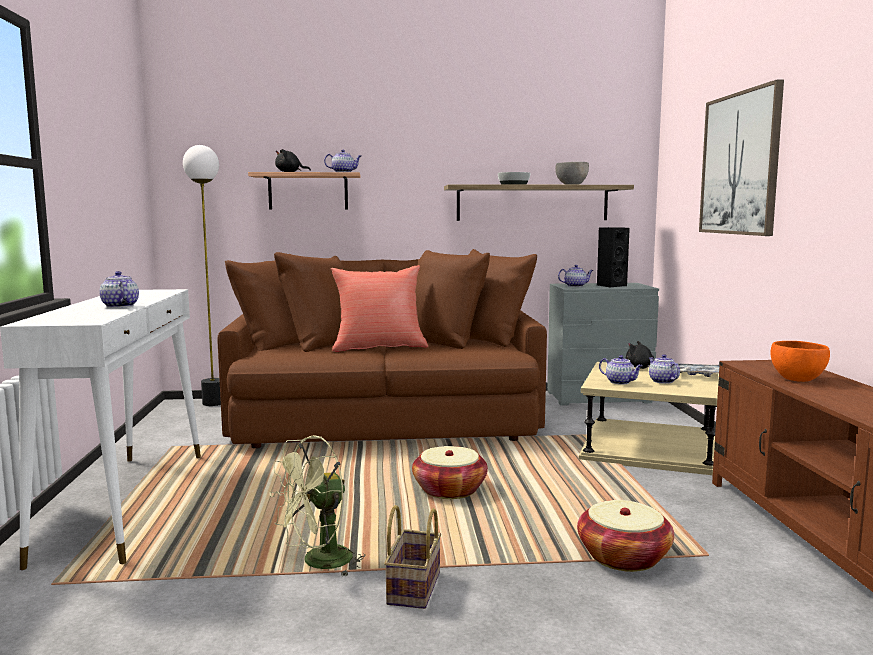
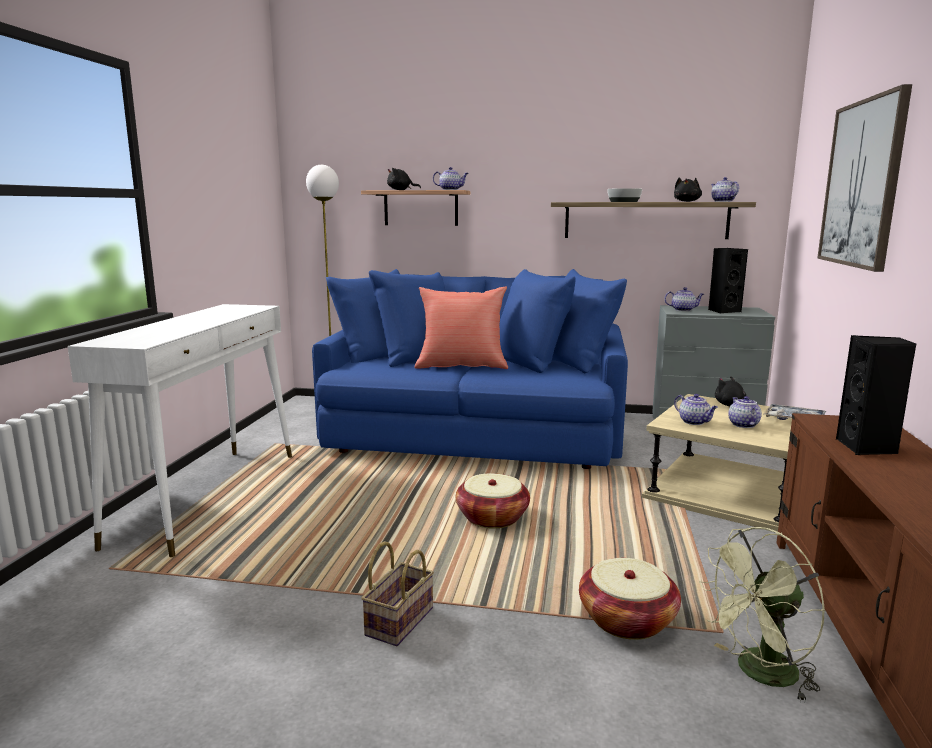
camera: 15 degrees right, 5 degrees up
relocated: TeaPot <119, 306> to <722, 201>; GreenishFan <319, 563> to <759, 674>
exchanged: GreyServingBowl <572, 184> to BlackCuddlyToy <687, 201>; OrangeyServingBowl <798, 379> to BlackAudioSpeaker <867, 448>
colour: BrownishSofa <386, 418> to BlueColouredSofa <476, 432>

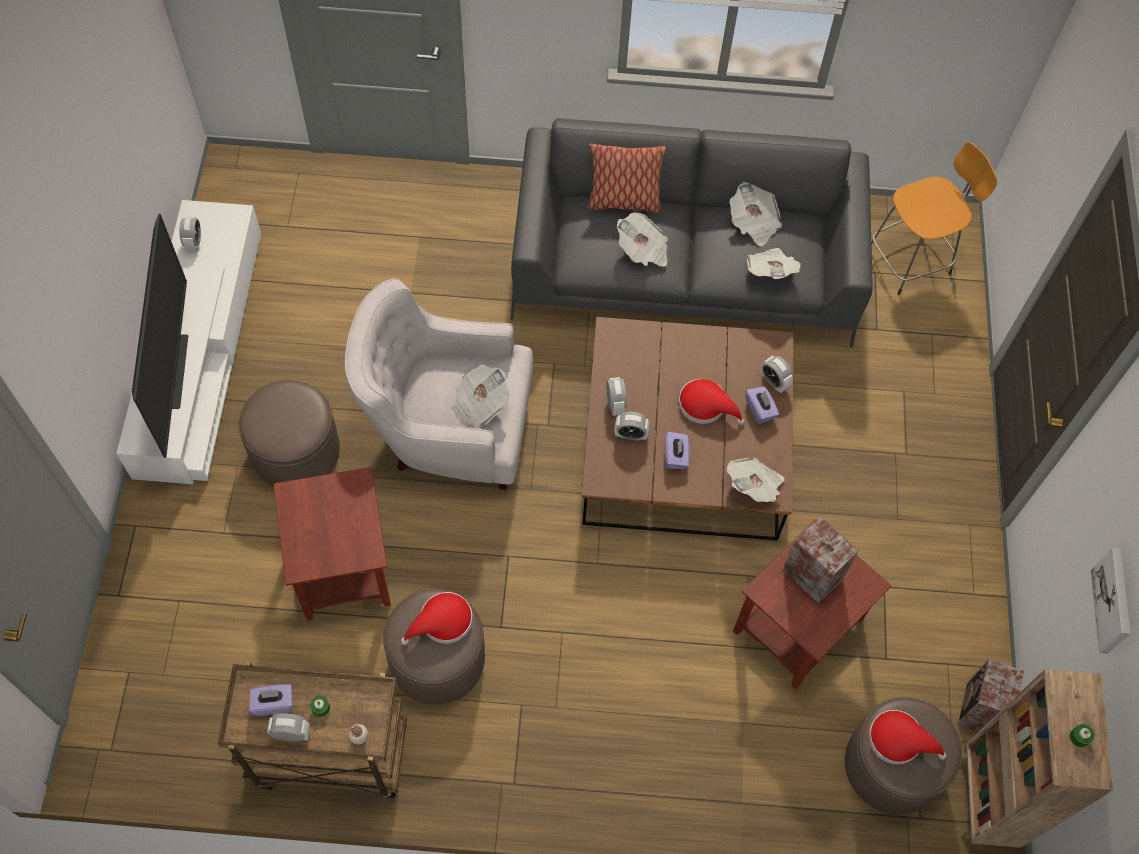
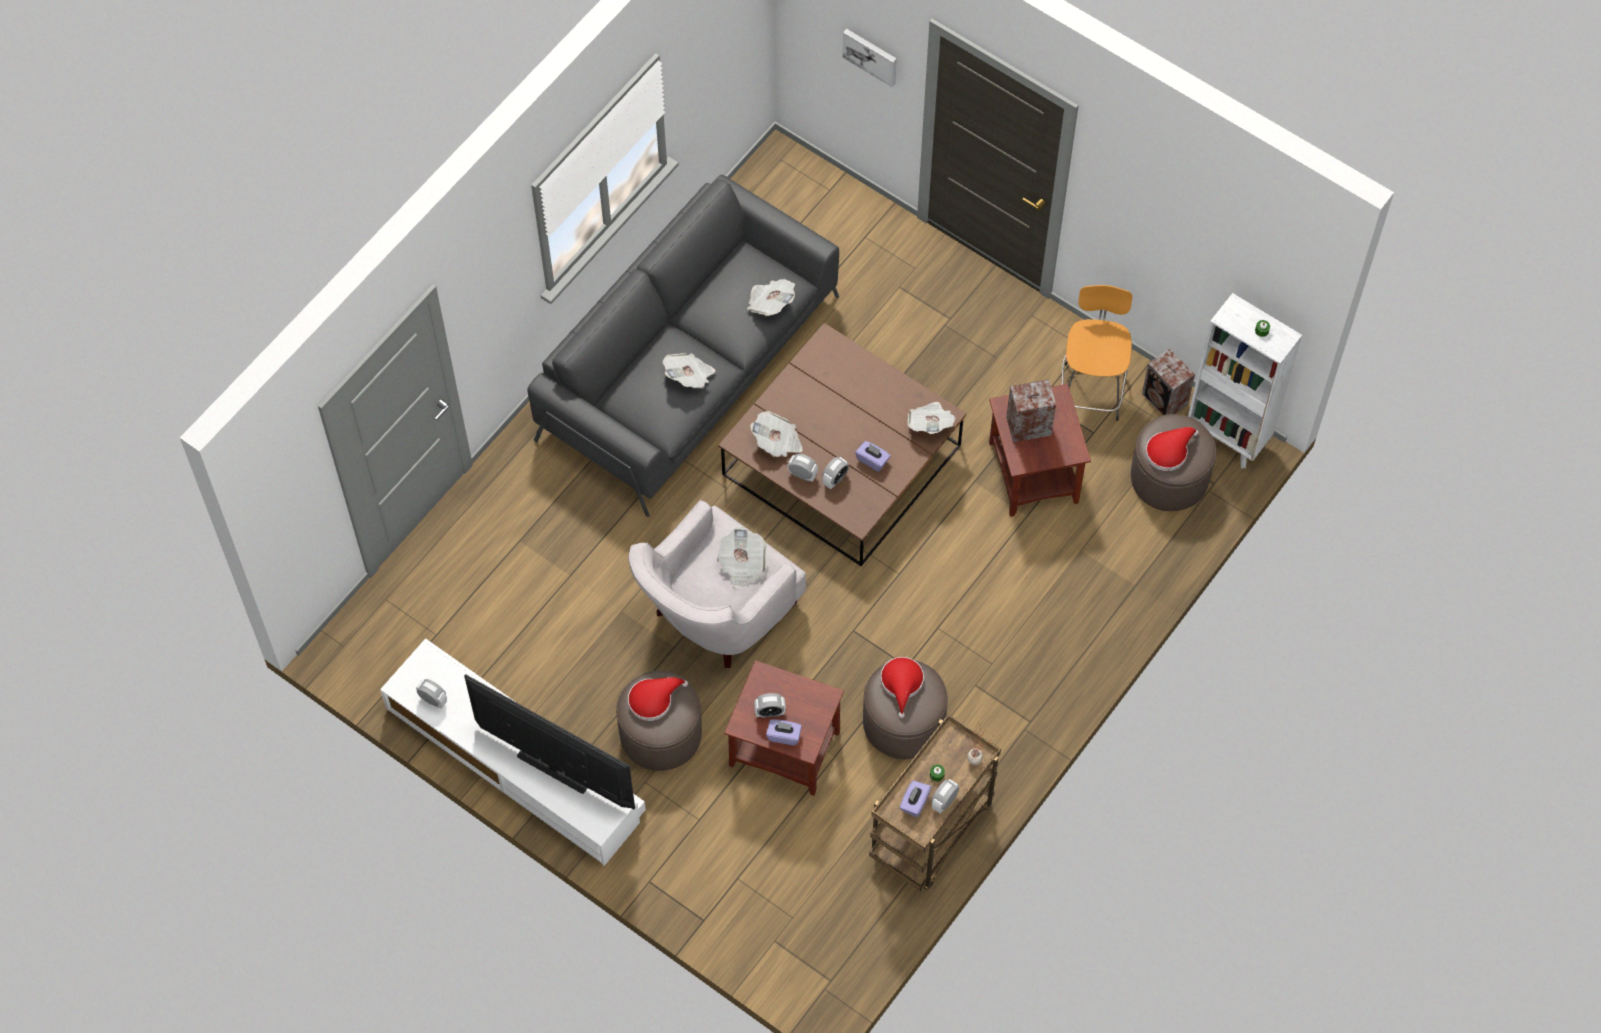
camera: 55 degrees left, 0 degrees up
missing: Cushion <623, 202>
relocated: RedHat <706, 406> to <653, 699>; Newspaper <753, 223> to <777, 442>; PurpleColouredBoxOfTissues <760, 410> to <784, 736>; TableClock <774, 382> to <770, 712>; OrangeySittingStool <911, 260> to <1091, 389>; WallPicture <1114, 601> to <871, 56>
colour: BrownishBookshelf <984, 801> to WhitishBookshelf <1227, 438>

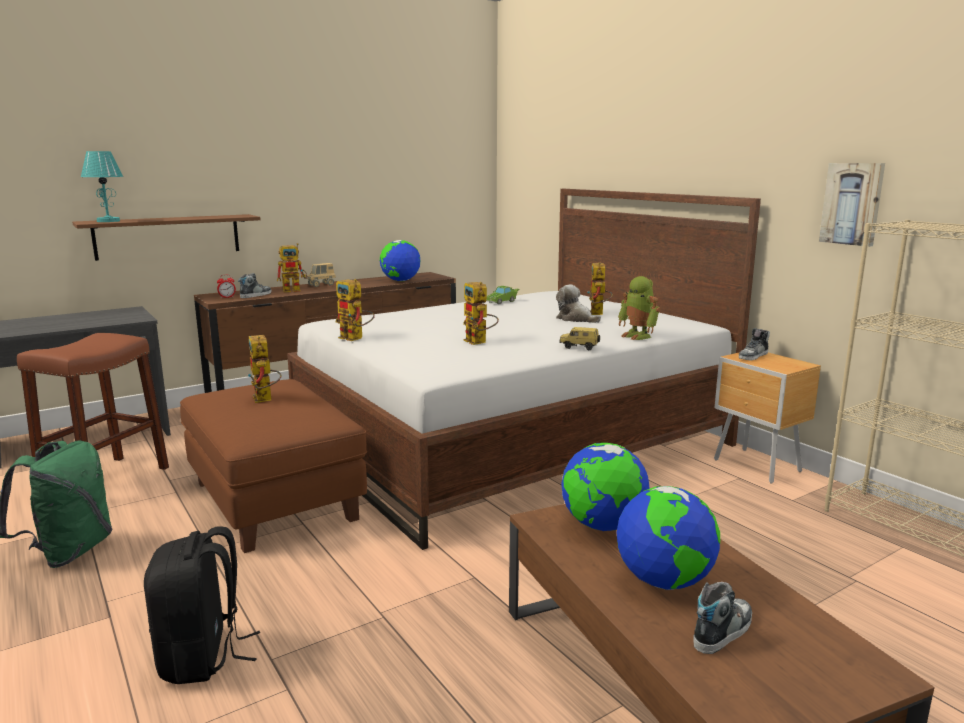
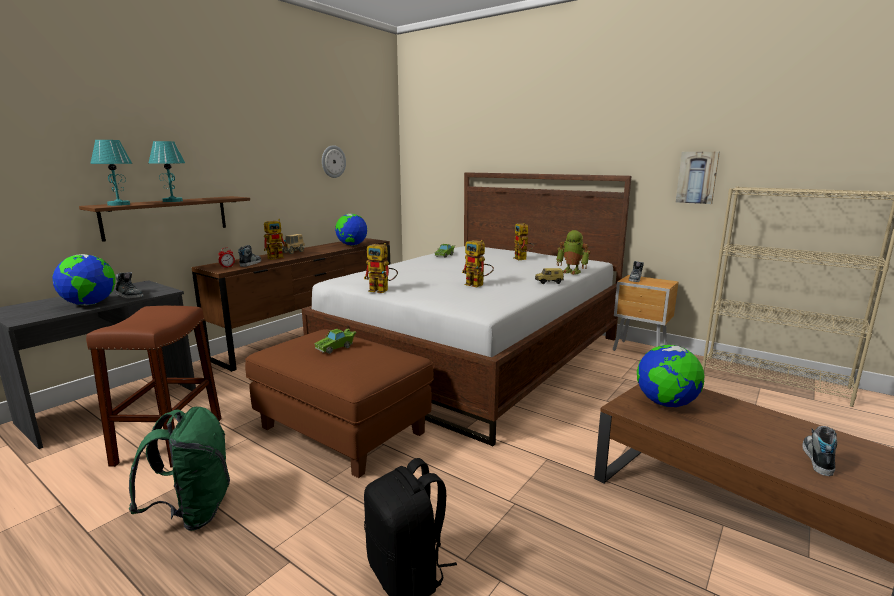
camera: 20 degrees left, 0 degrees up
missing: CuddlyToy <575, 319>
appeared: ItemOfFootwear <129, 295>; TurquoiseColouredTabletopLamp <173, 201>; WallClock <333, 161>
relocated: Globe <664, 581> to <90, 304>
exchanged: ModelRobot <265, 400> to GreenishToyCar <336, 347>

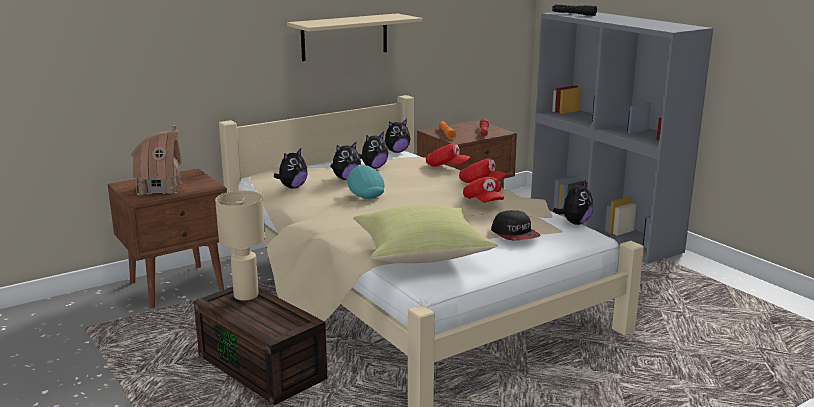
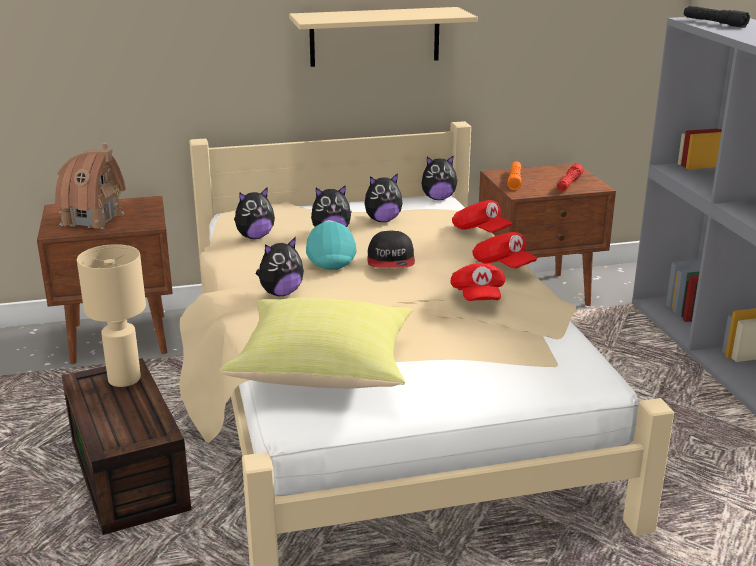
camera: 20 degrees right, 5 degrees up
relocated: Cap <515, 234> to <391, 260>; CuddlyToy <574, 223> to <280, 293>

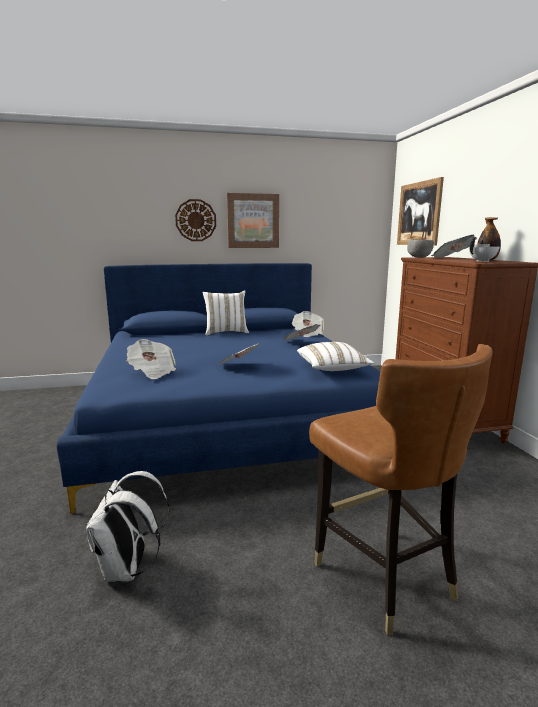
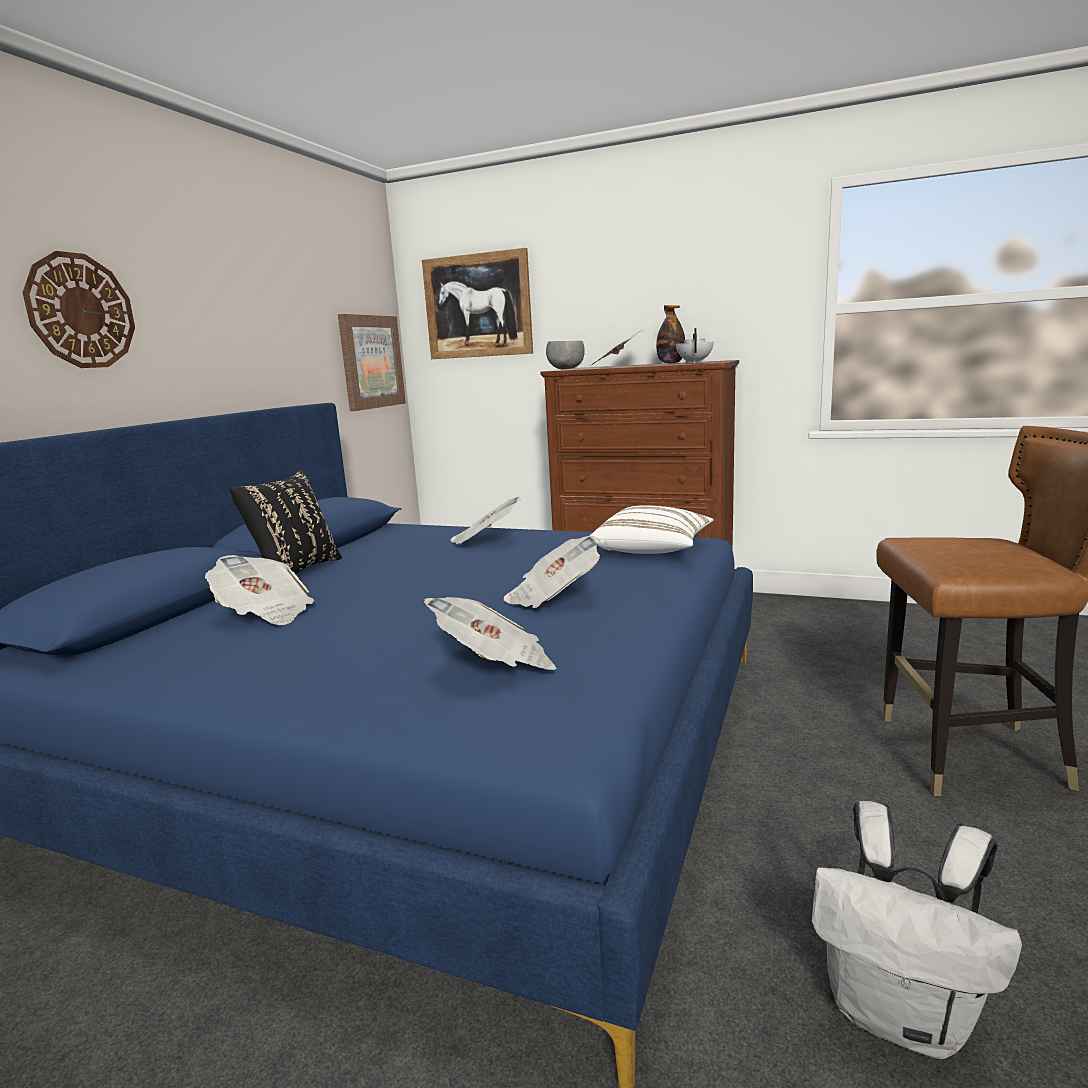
camera: 55 degrees left, 0 degrees up
relocated: WallPicture <253, 221> to <371, 362>; Newspaper <307, 333> to <265, 613>
colour: WhitishCushion <226, 332> to BlackCushion <295, 572>

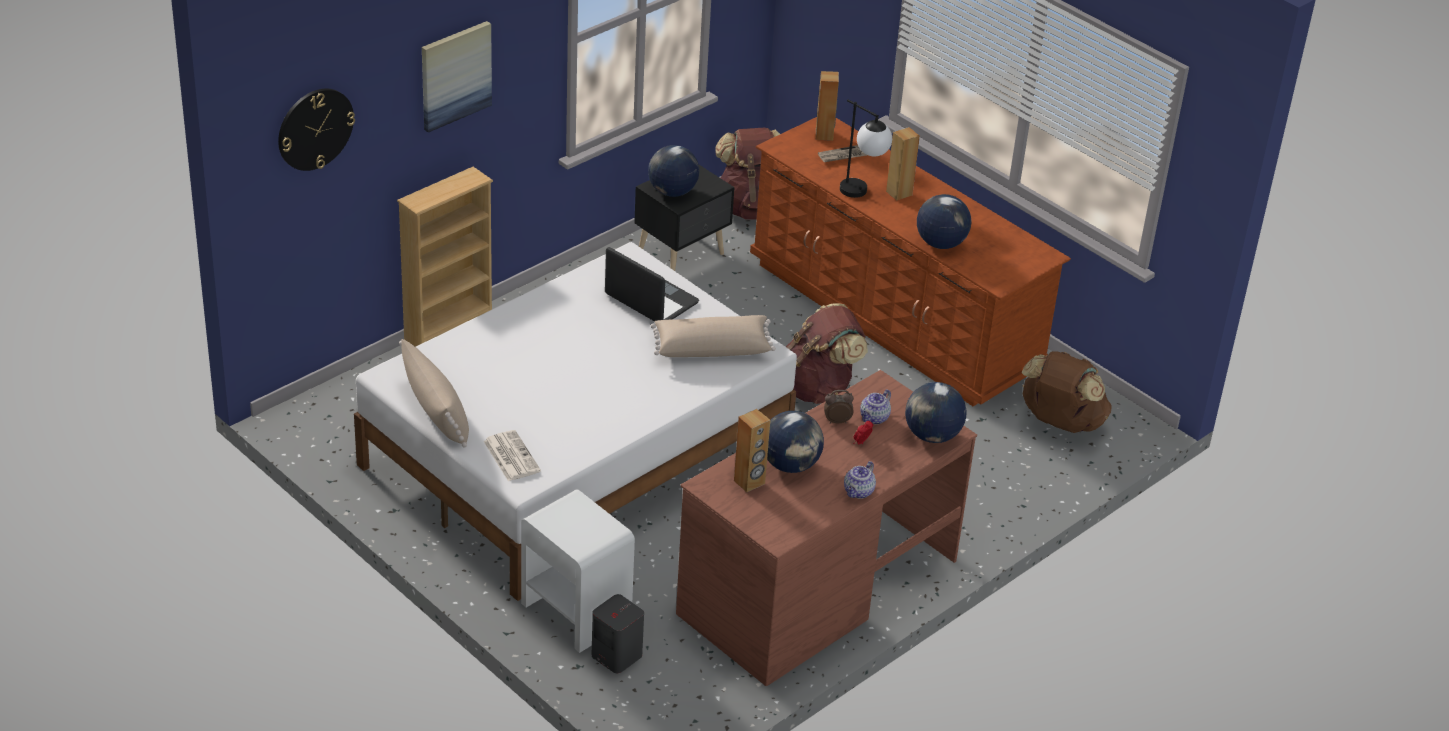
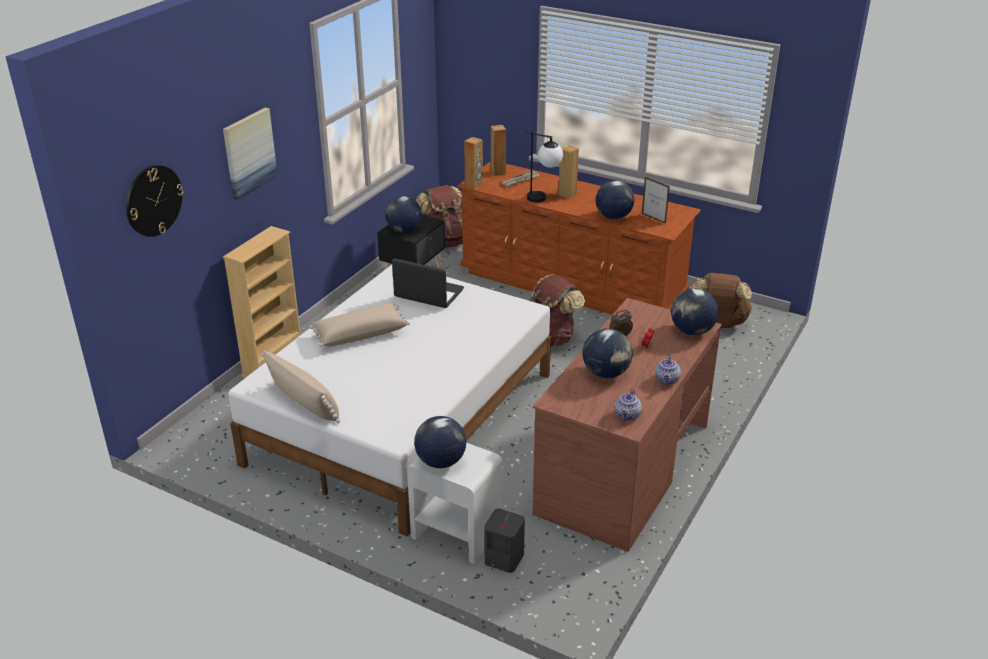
camera: 15 degrees left, 5 degrees down
missing: Newspaper <510, 456>
appeared: Globe <440, 461>; StandingFrame <653, 218>
relocated: BeigeCushion <711, 347> to <360, 334>; BrownishAudioSpeaker <749, 482> to <474, 185>; TeaPot <874, 418> to <627, 416>

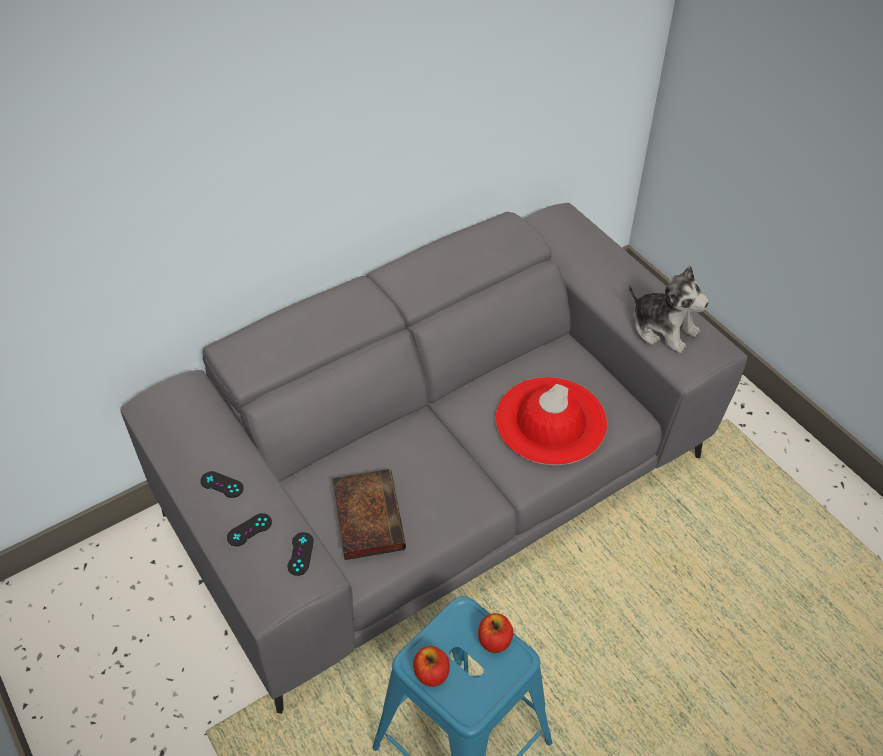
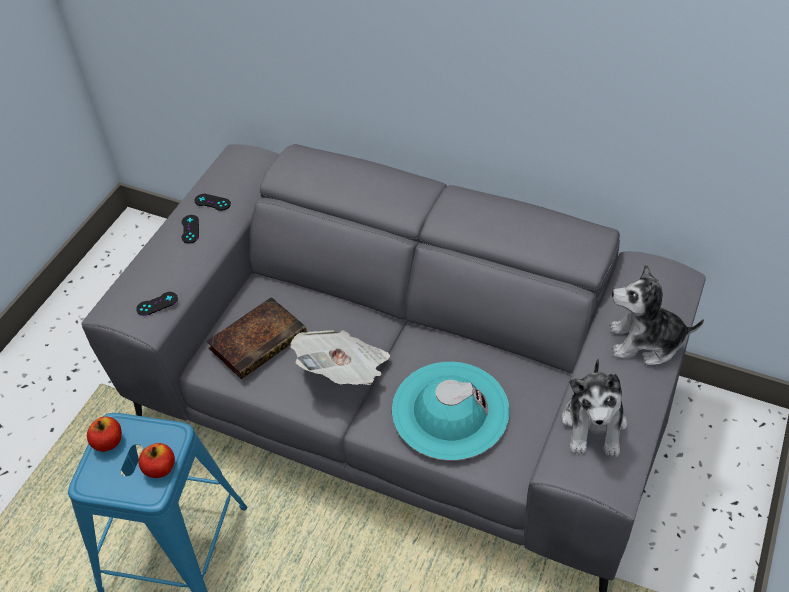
camera: 60 degrees right, 0 degrees up
appeared: Newspaper <344, 371>; CuddlyToy <645, 342>
relocated: BlackGameController <249, 530> to <212, 202>
colour: RedHat <550, 421> to TurquoiseColouredHat <450, 410>

